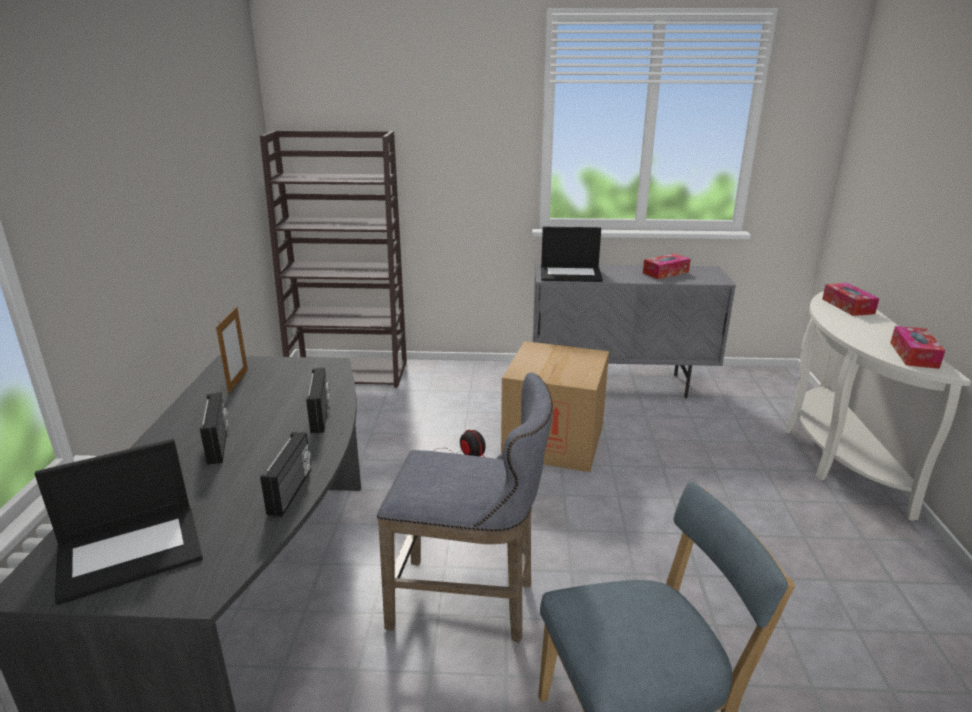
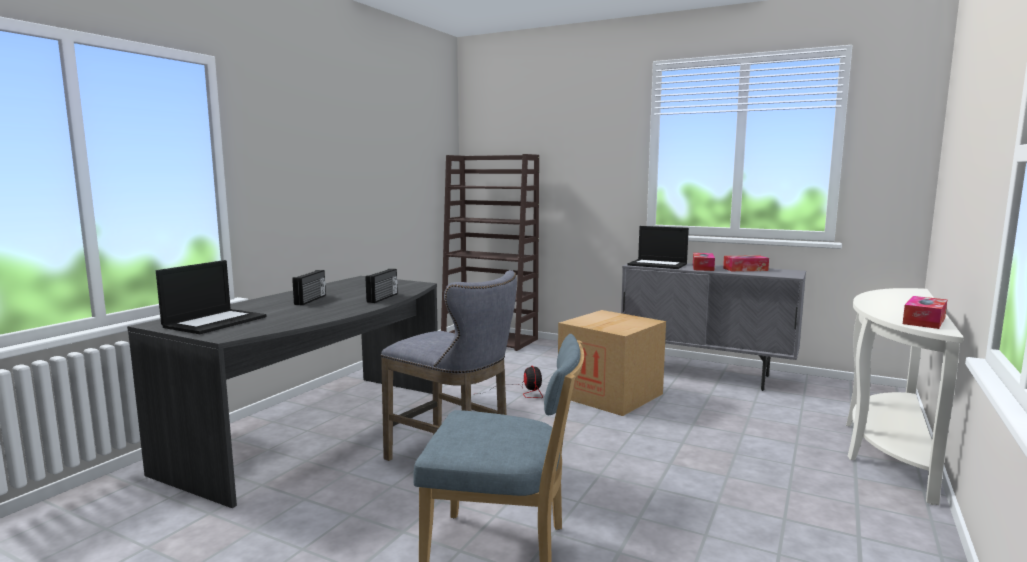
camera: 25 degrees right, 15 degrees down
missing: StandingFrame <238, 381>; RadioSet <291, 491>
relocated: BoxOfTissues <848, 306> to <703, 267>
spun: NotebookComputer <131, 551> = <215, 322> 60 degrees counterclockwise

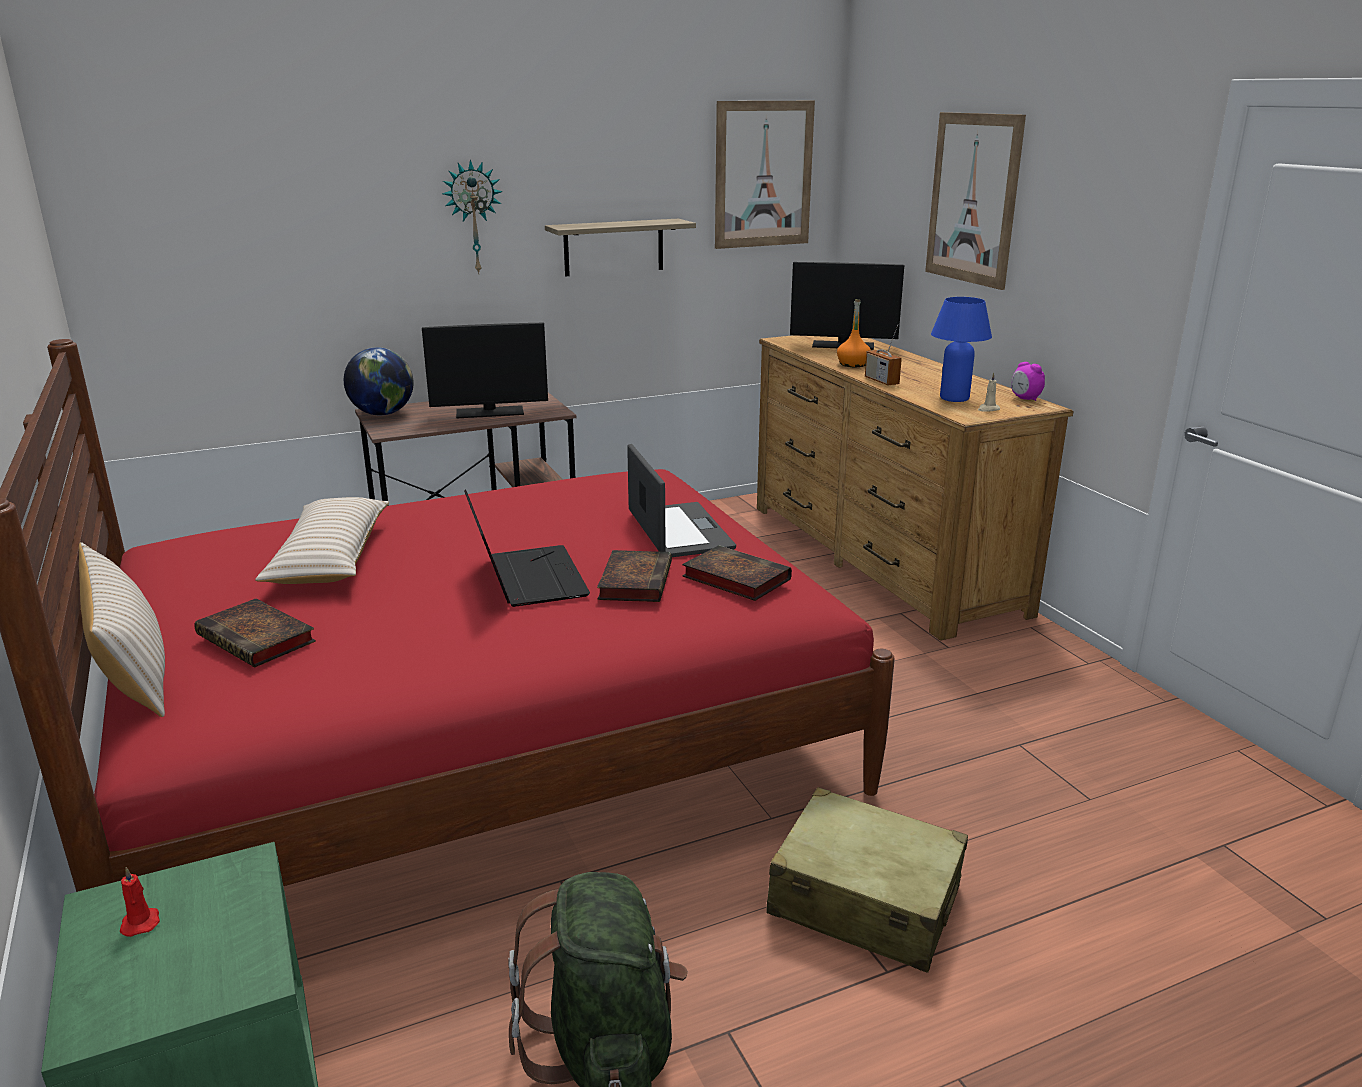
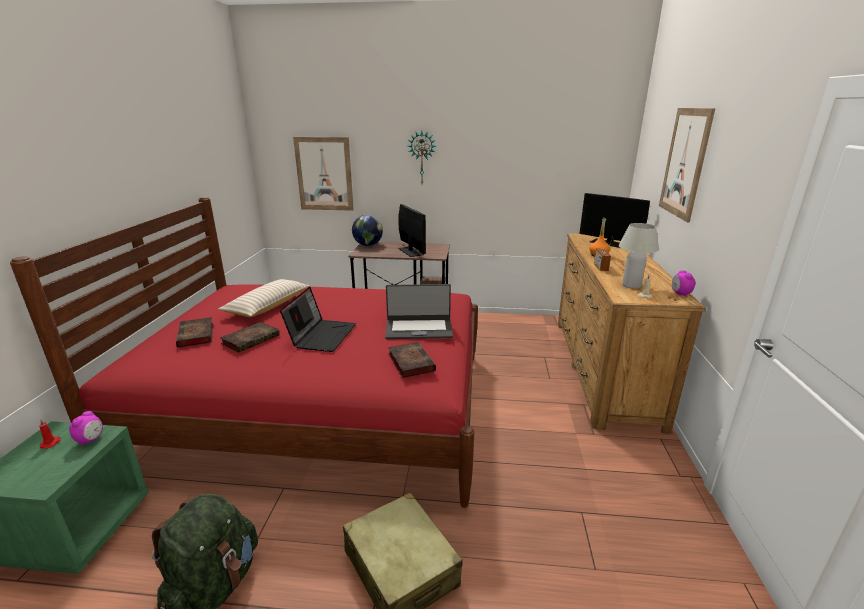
camera: 30 degrees right, 0 degrees up
missing: BeigeCushion <132, 669>; Shelf <614, 247>
appeared: TableClock <91, 439>
relocated: Volume <635, 581> to <251, 339>; WallPicture <763, 175> to <324, 174>
colour: BlueColouredTabletopLamp <954, 398> to WhitishTabletopLamp <631, 285>
spun: ComputerScreen <490, 412> = <410, 251> 135 degrees counterclockwise; NotebookComputer <678, 531> = <419, 329> 75 degrees clockwise

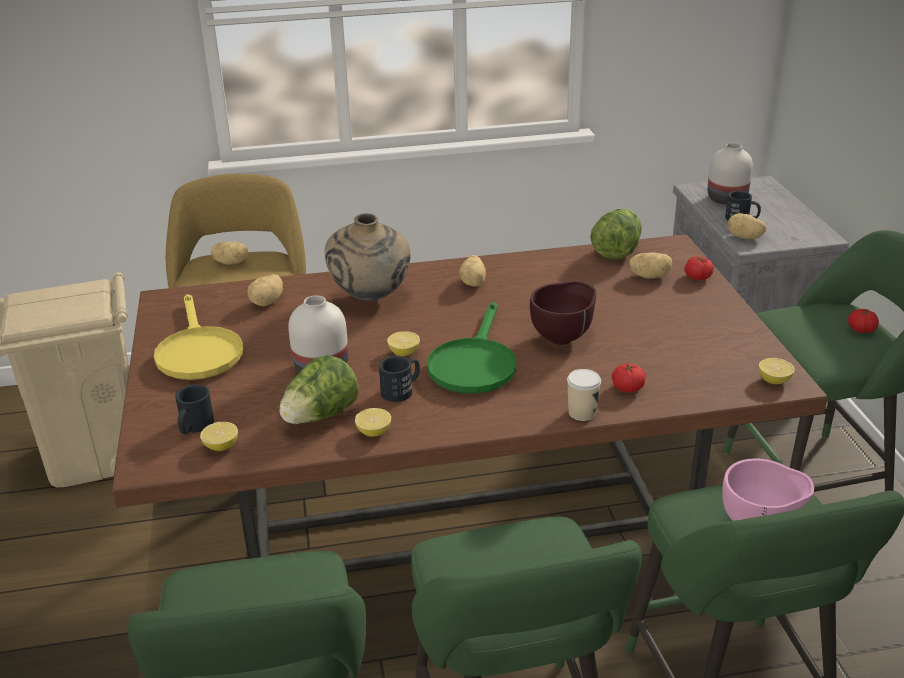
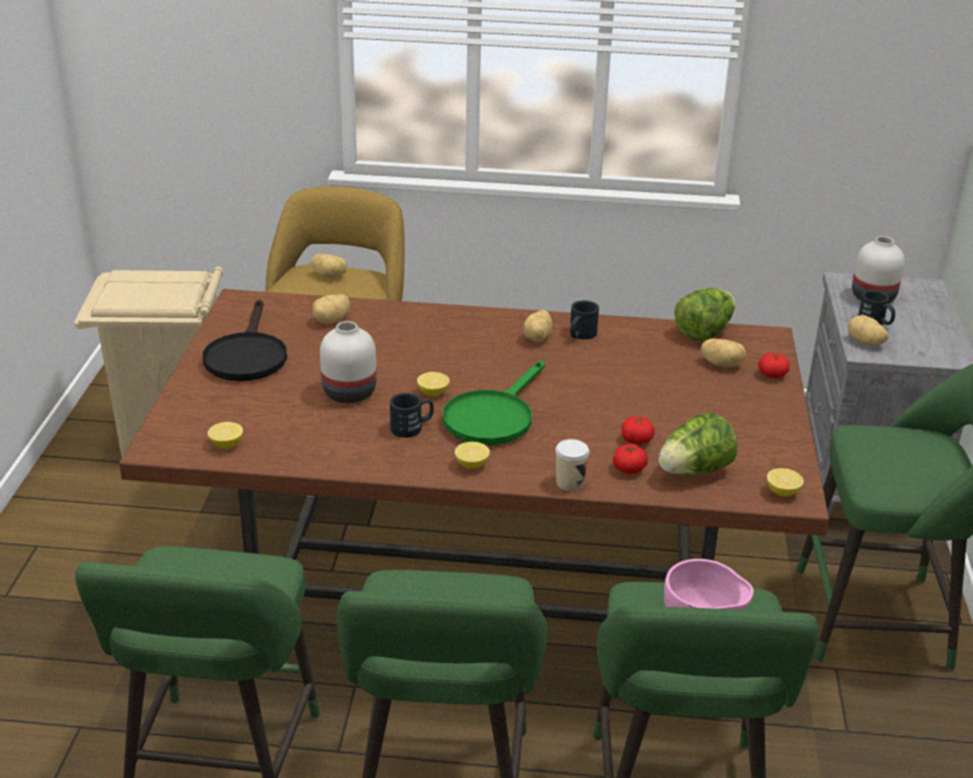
camera: 15 degrees right, 0 degrees up
missing: BeigeFlowerVase <371, 298>; BrownishServingBowl <563, 338>
relocated: BlackMug <194, 427> to <580, 335>; LettuceHead <321, 416> to <694, 471>; WholeLemon <374, 432> to <472, 465>; FreshTomato <861, 330> to <636, 440>
colour: YellowishPan <198, 351> to BlackPan <246, 355>

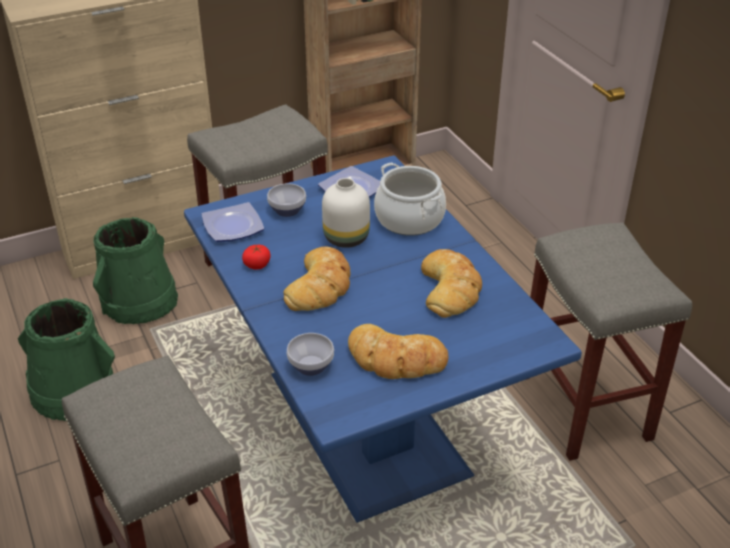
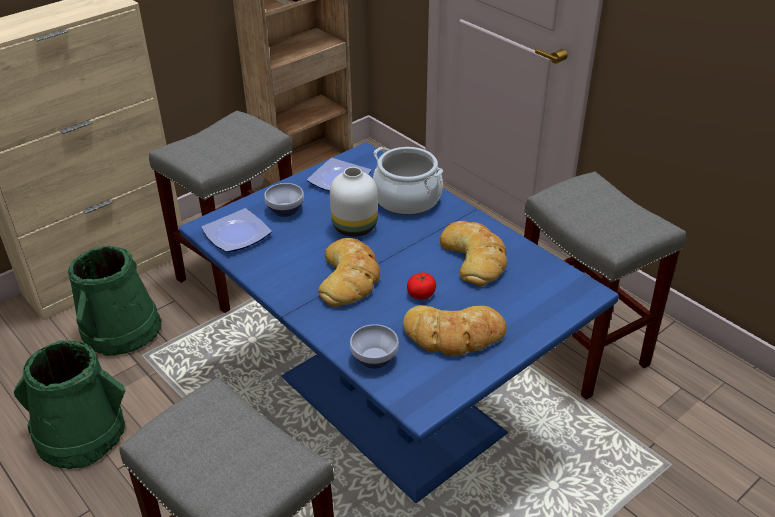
camera: 15 degrees left, 0 degrees up
relocated: FreshTomato <257, 264> to <421, 294>

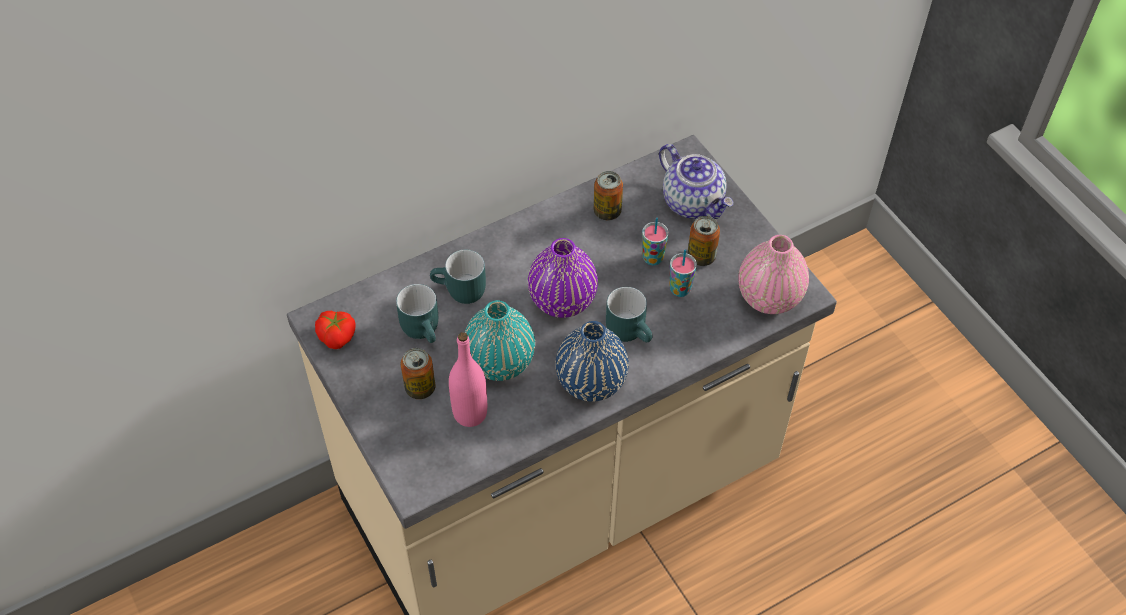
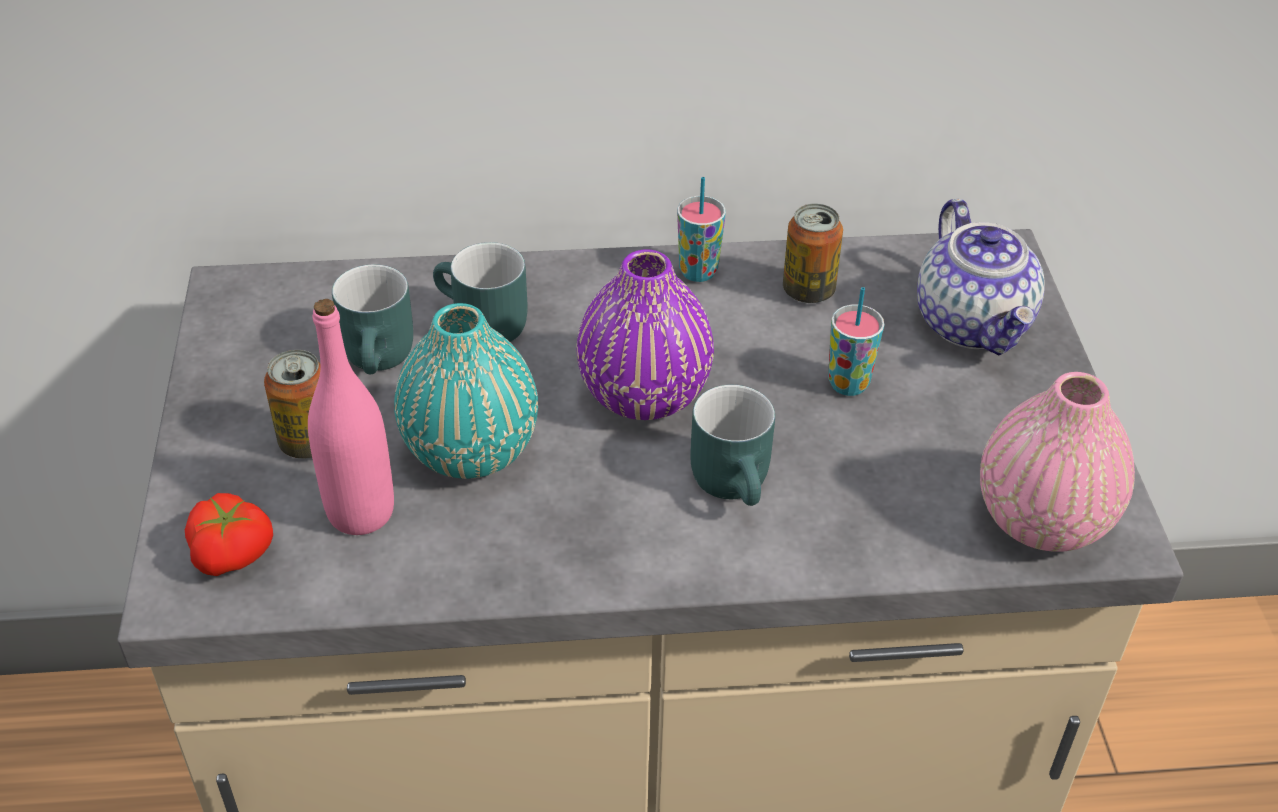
camera: 25 degrees right, 10 degrees down
missing: BlueColouredFlowerVase <591, 382>; Can <701, 256>
relocated: FreshTomato <337, 336> to <234, 552>; Cup <680, 289> to <698, 272>

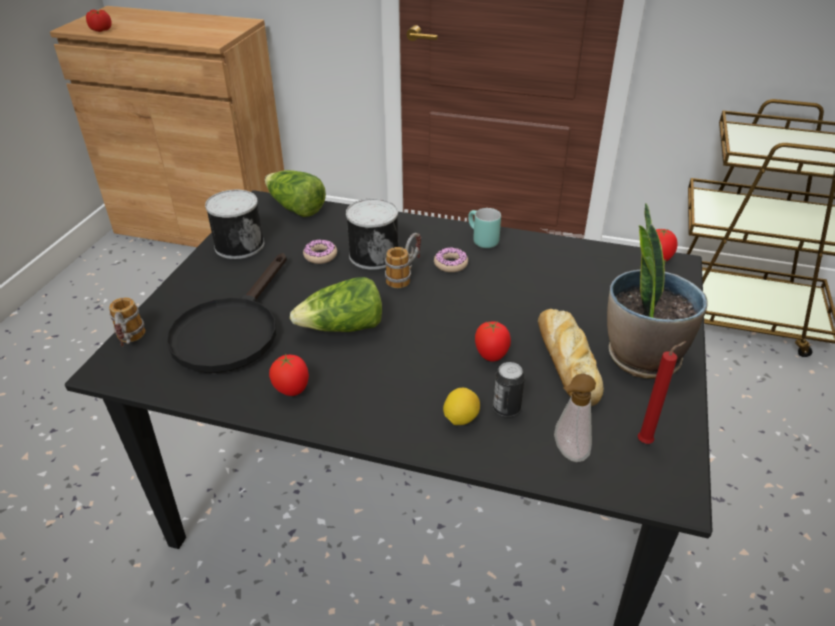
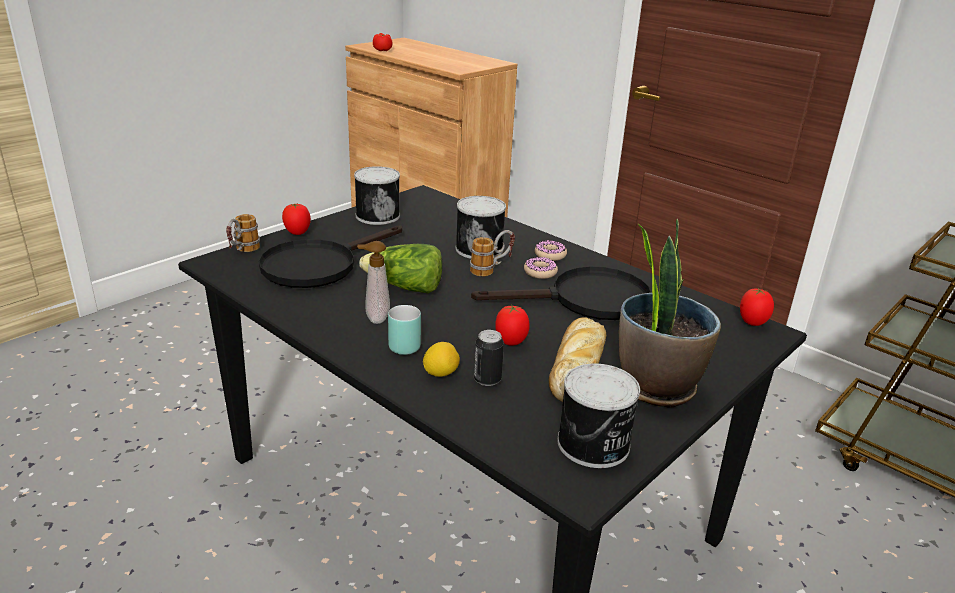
camera: 25 degrees right, 10 degrees down
missing: LettuceHead <295, 208>
appeared: BlackPan <586, 300>
relocated: FreshTomato <292, 390> to <297, 233>; Donut <320, 256> to <550, 255>; TurquoiseColouredMug <480, 240> to <401, 344>; SoapDispenser <567, 453> to <375, 318>
exchanged: RedWaxLight <647, 441> to Can <594, 445>

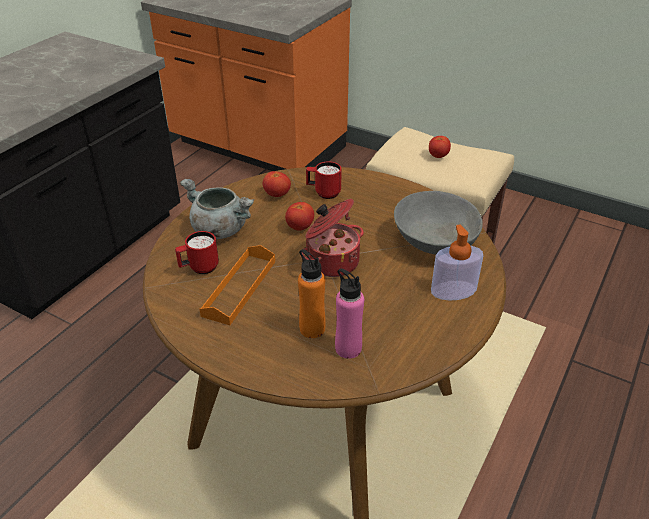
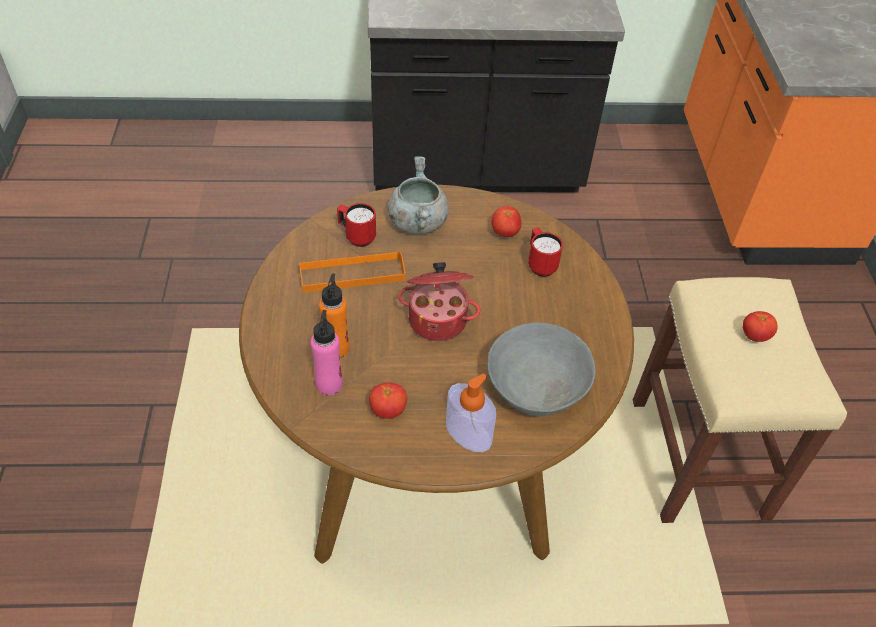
camera: 55 degrees right, 10 degrees up
relocated: FreshTomato <300, 227> to <388, 410>

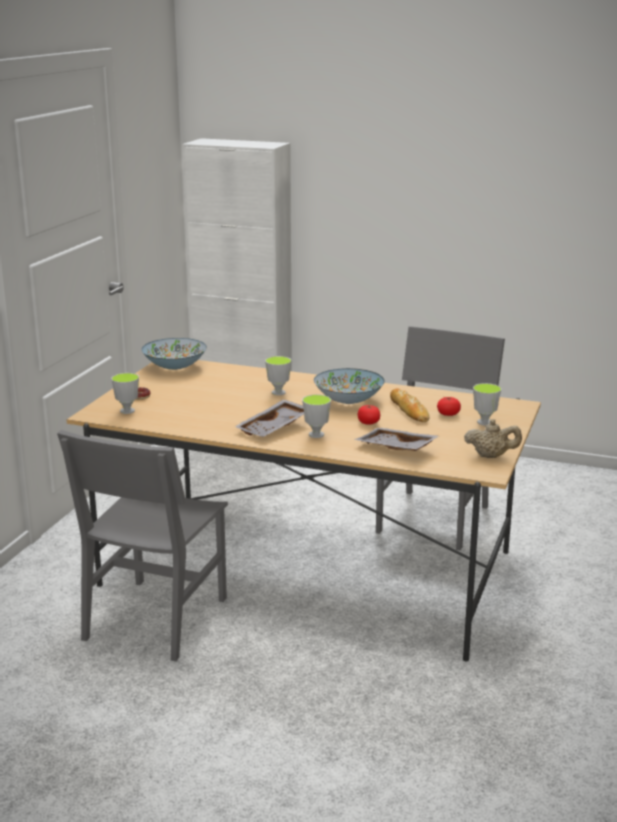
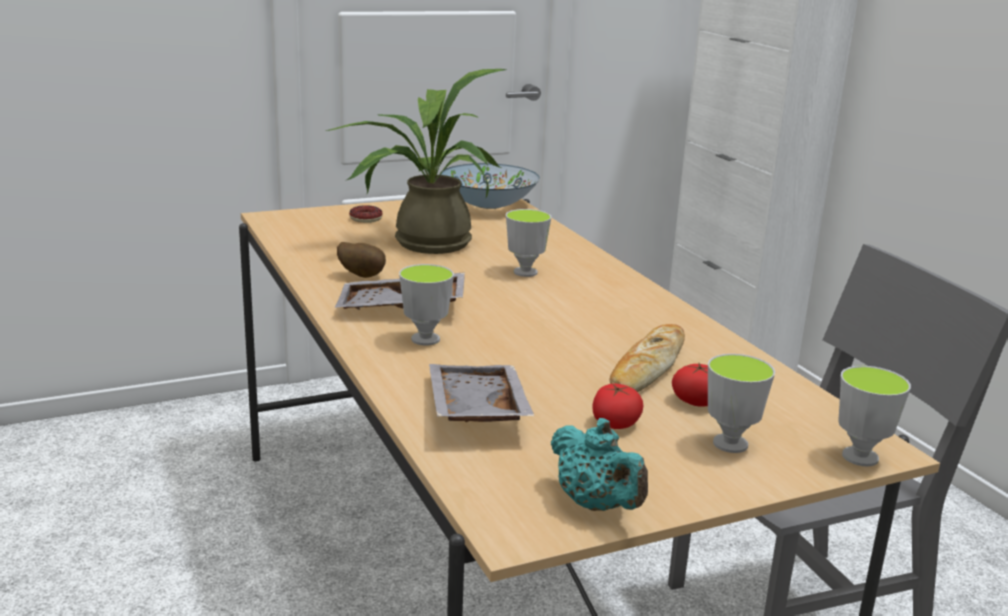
camera: 45 degrees right, 0 degrees up
missing: GreyChair <155, 618>; ServingBowl <348, 400>
appeared: Houseplant <422, 243>; WholePotato <362, 276>
relocated: Cup <127, 411> to <860, 457>; FreshTomato <368, 422> to <615, 423>
colour: BeigeTeaPot <491, 456> to TurquoiseColouredTeaPot <596, 505>

